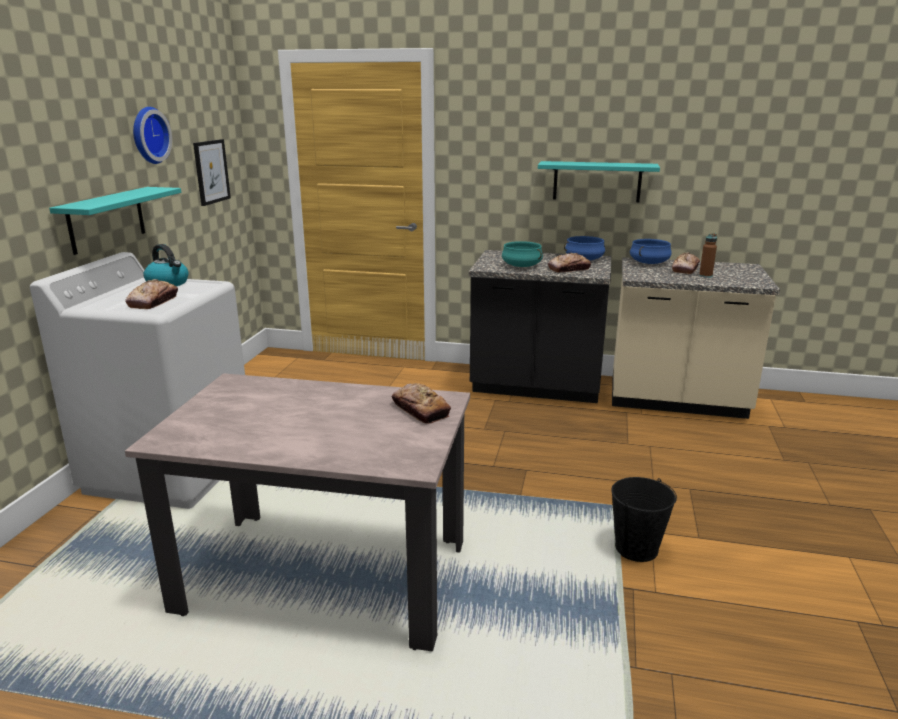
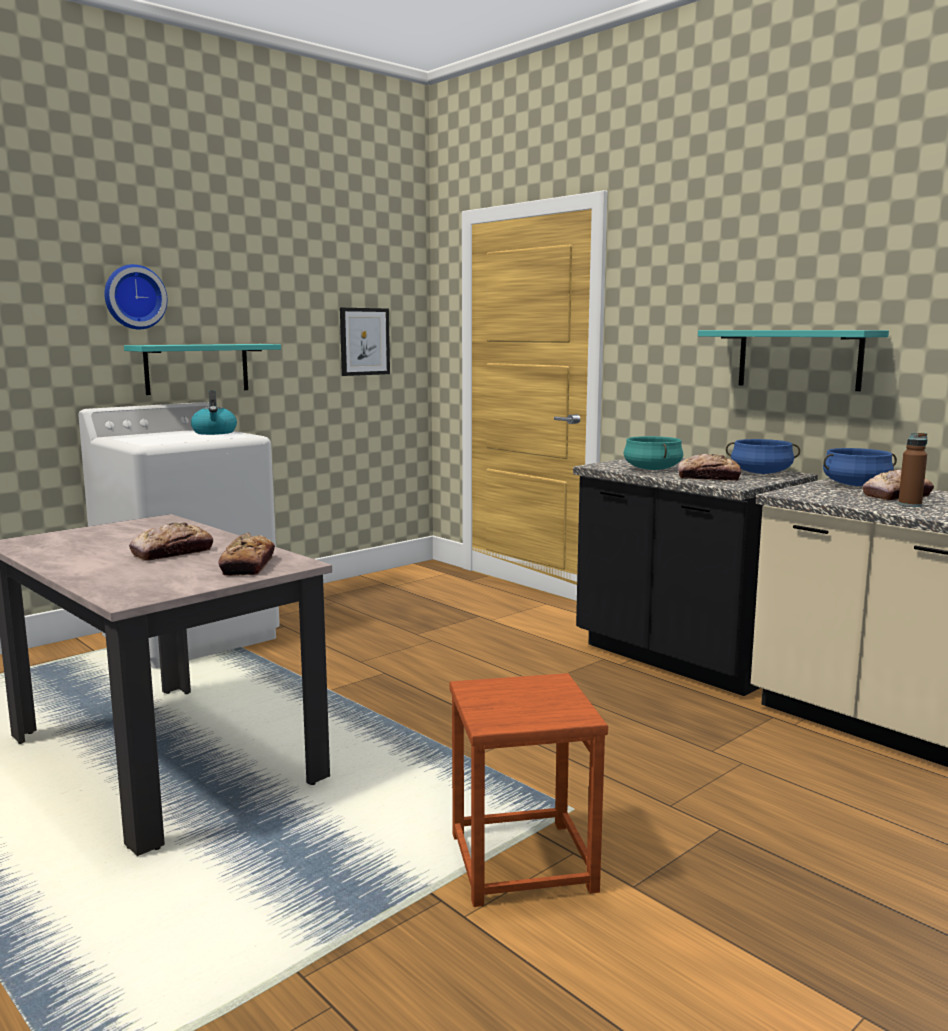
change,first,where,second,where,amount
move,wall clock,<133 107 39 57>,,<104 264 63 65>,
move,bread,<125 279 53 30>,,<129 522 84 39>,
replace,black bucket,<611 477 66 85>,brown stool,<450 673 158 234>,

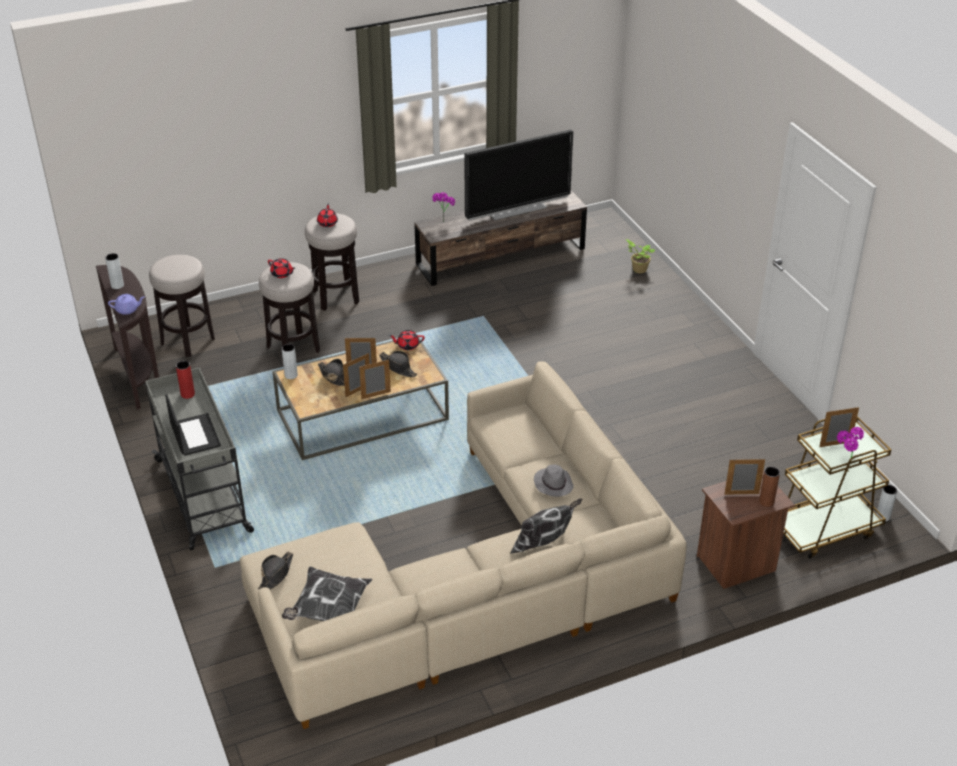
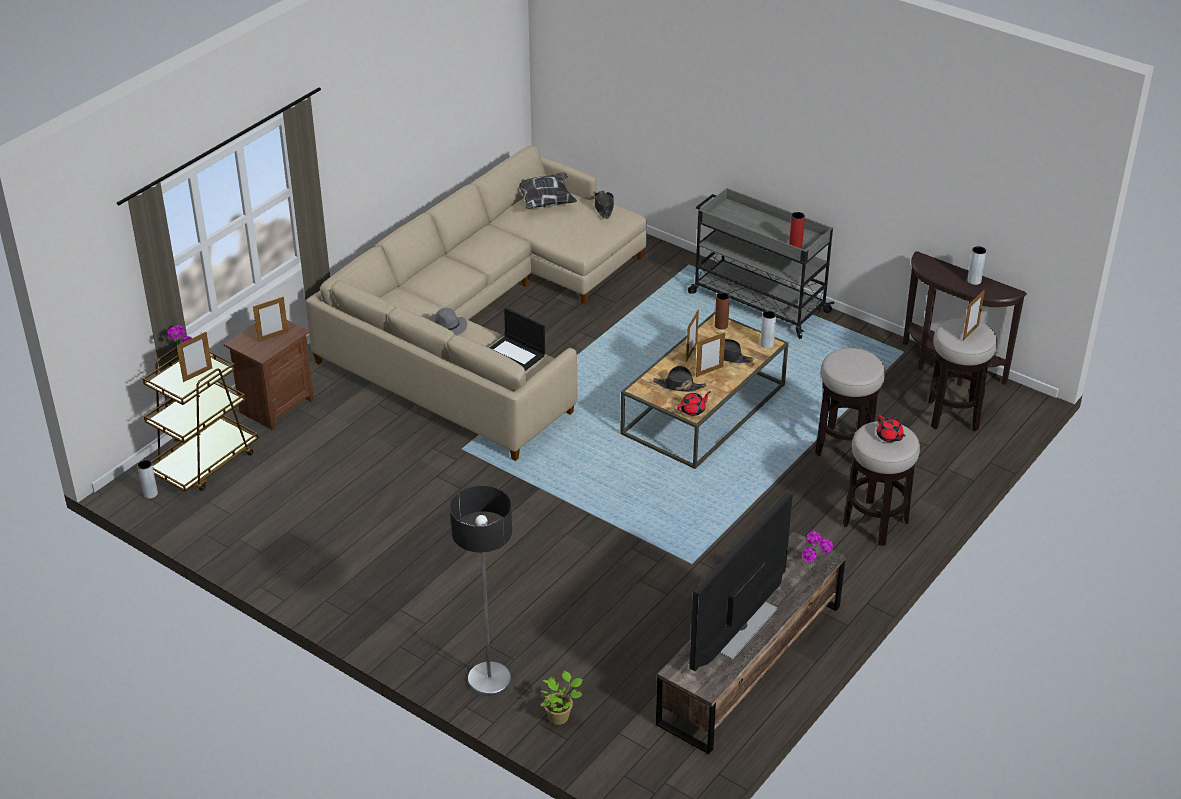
change,first,where,second,where,amount
delete,red teapot,<268 258 27 20>,,,
delete,purple teapot,<108 294 36 21>,,,
move,picture frame,<359 360 32 39>,,<963 289 22 52>,
move,laptop,<165 394 56 62>,,<490 307 55 64>,
move,brown vase,<759 467 21 40>,,<715 292 15 38>,
delete,pillow,<510 498 73 56>,,,
insert,,,floor lamp,<450 486 62 210>,

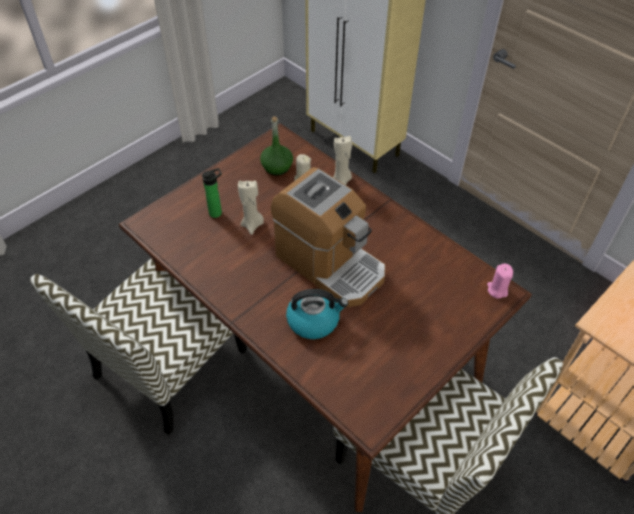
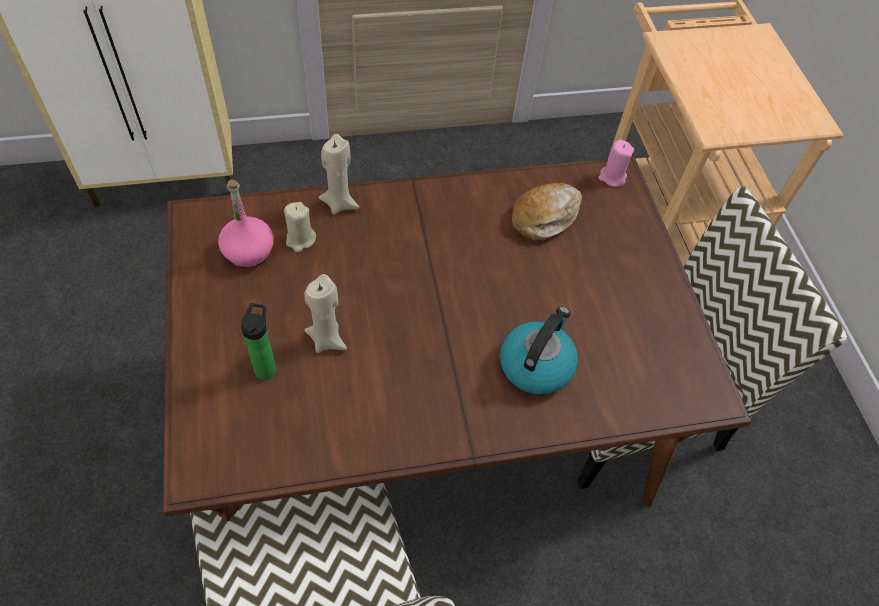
change,first,where,second,where,amount
recolor,green bottle,<260 116 33 60>,pink bottle,<218 180 56 88>,
delete,coffee machine,<271 167 114 140>,,,
insert,,,bread,<512 183 70 57>,

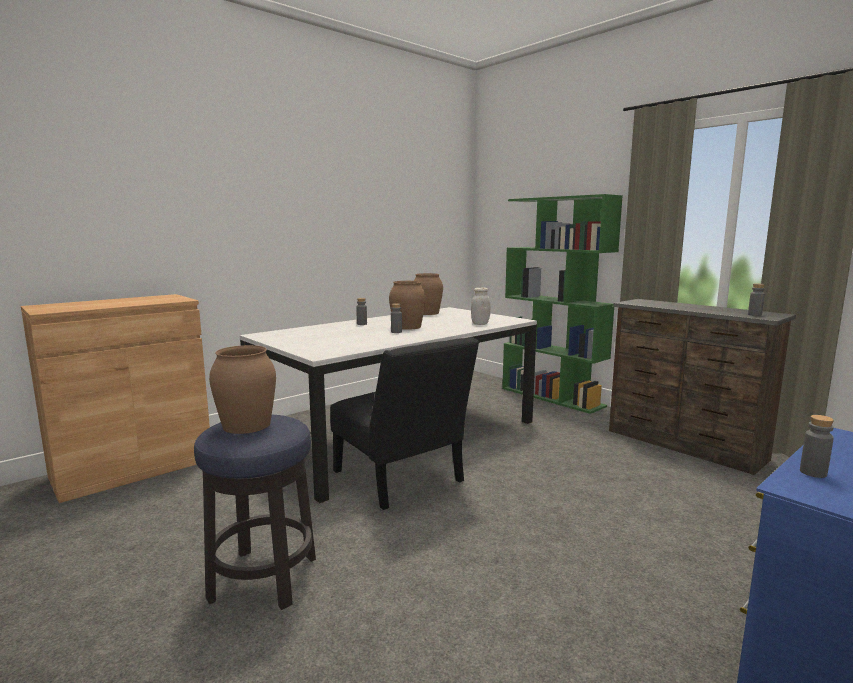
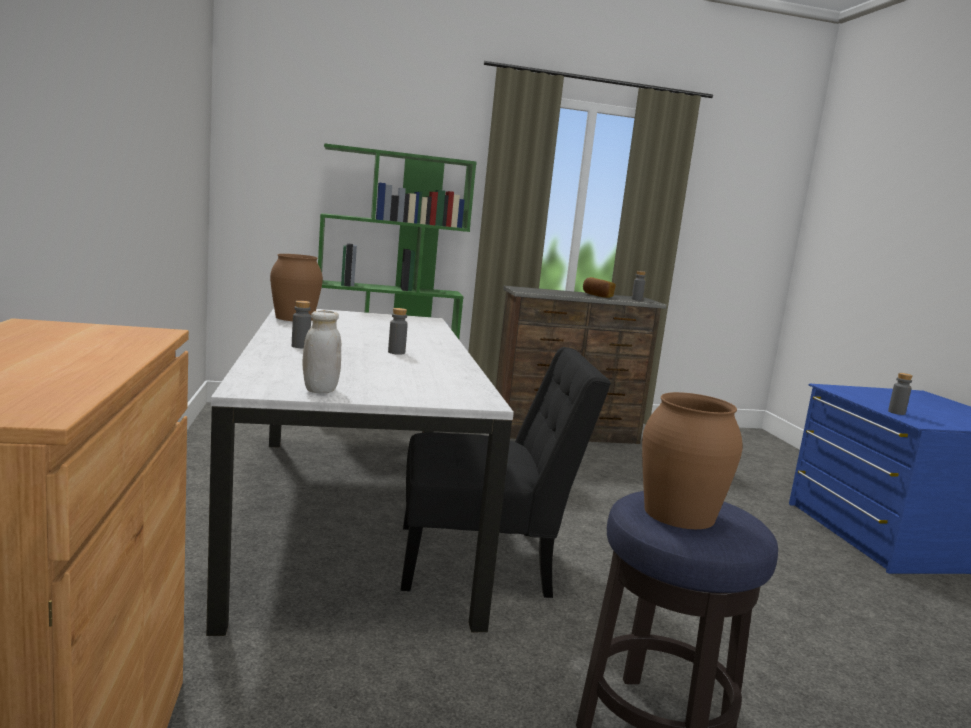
change,first,where,second,where,amount
delete,brown vase,<389 281 37 49>,,,
move,white jar,<471 288 19 37>,,<302 310 39 83>,
insert,,,bread,<583 277 33 21>,

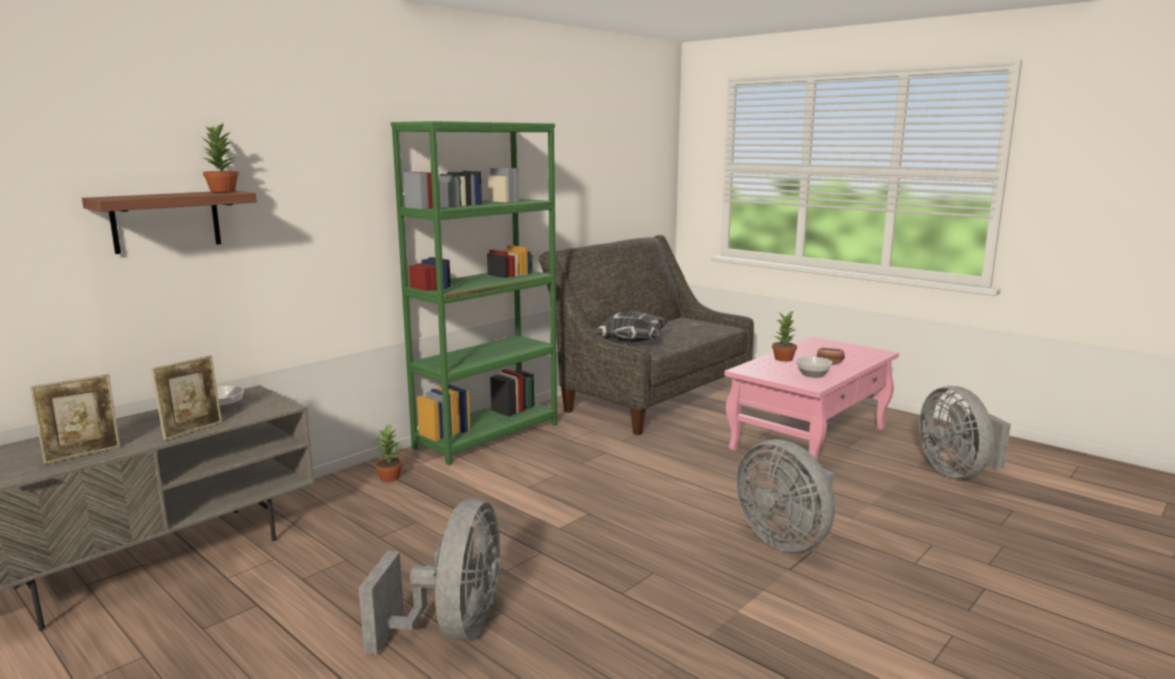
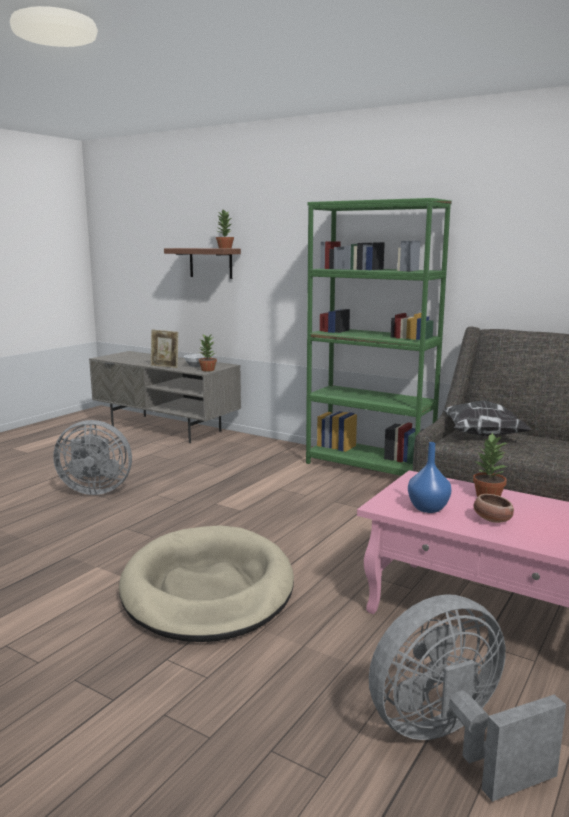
change,first,where,second,where,amount
replace,bowl,<796 356 36 22>,blue vase,<408 442 44 71>,
delete,picture frame,<30 374 91 90>,,,
move,potted plant,<375 424 28 58>,,<199 334 18 37>,
replace,grey fan,<736 439 99 113>,beige dog bed,<119 525 175 117>,

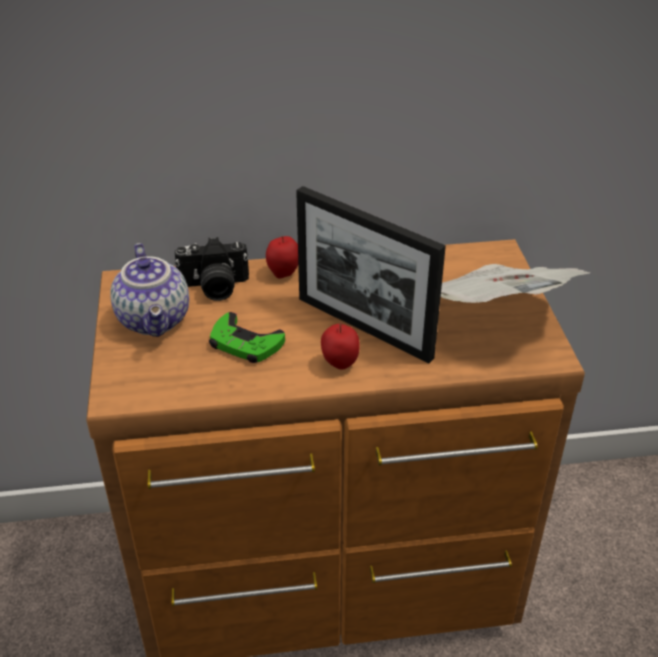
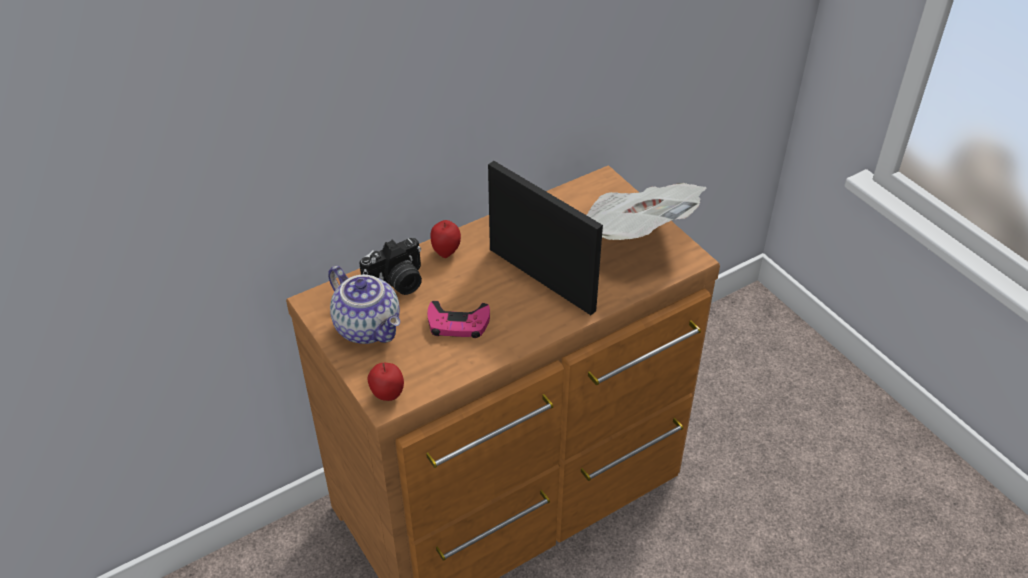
change,first,where,second,where,amount
rotate,picture frame,<296 186 150 177>,,<488 161 115 154>,150 degrees counterclockwise
recolor,green game controller,<209 312 76 51>,pink game controller,<427 301 63 37>,
move,apple,<321 322 39 47>,,<368 363 36 38>,

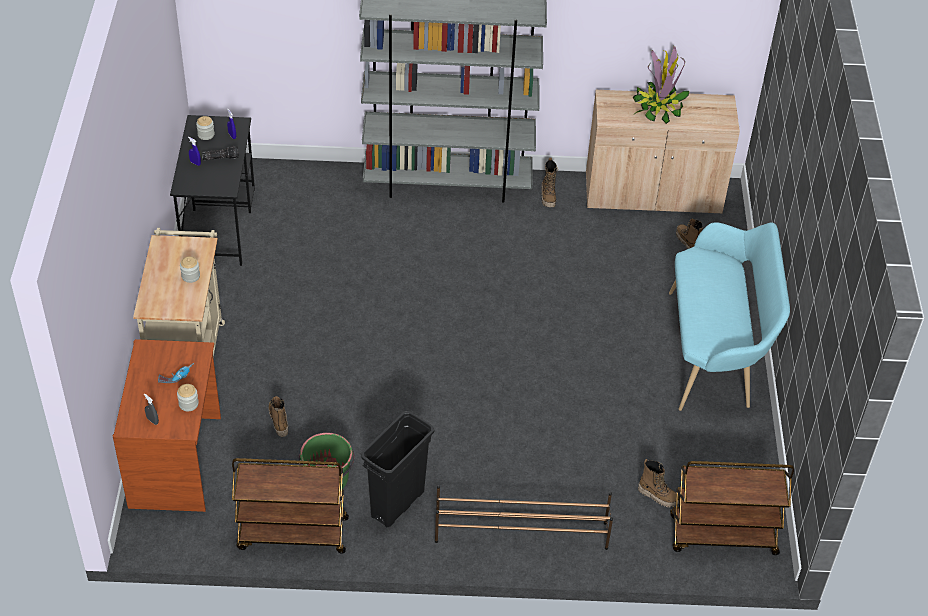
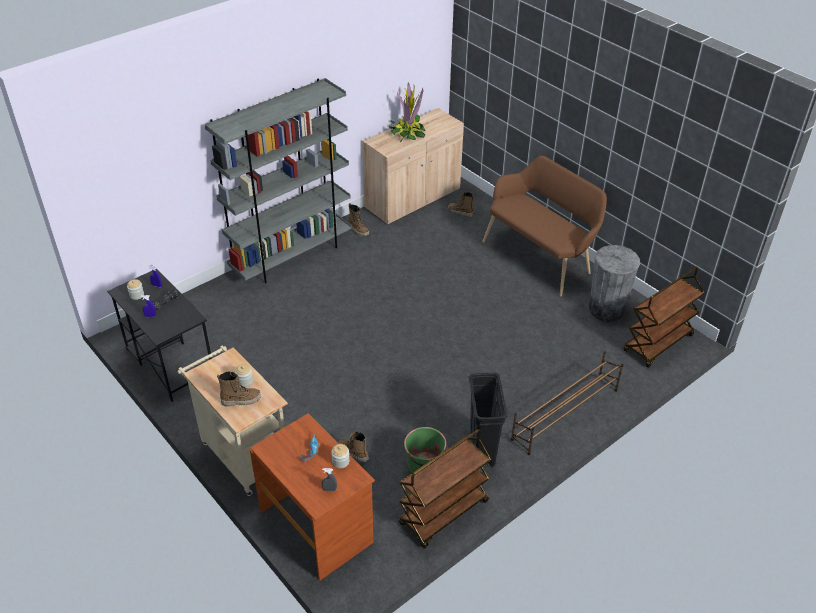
change,first,where,second,where,amount
recolor,turquoise bench,<669 222 121 189>,brown bench,<482 155 125 141>,
move,boot,<638 459 41 48>,,<217 371 44 35>,
insert,,,grey trash can,<589 245 51 77>,

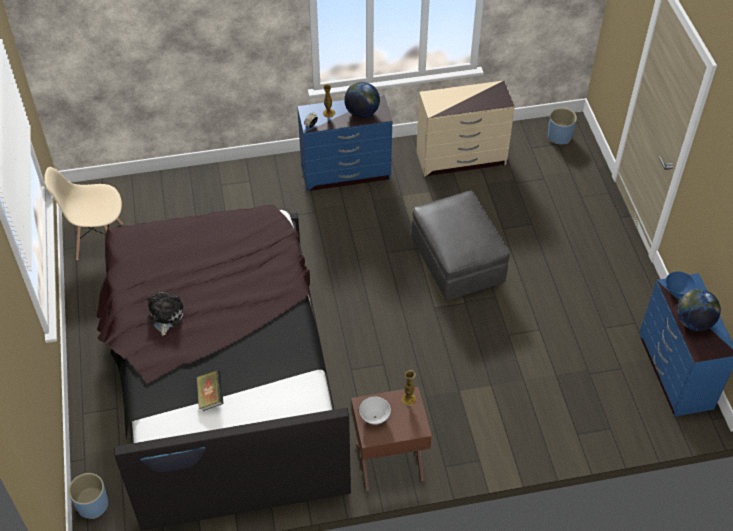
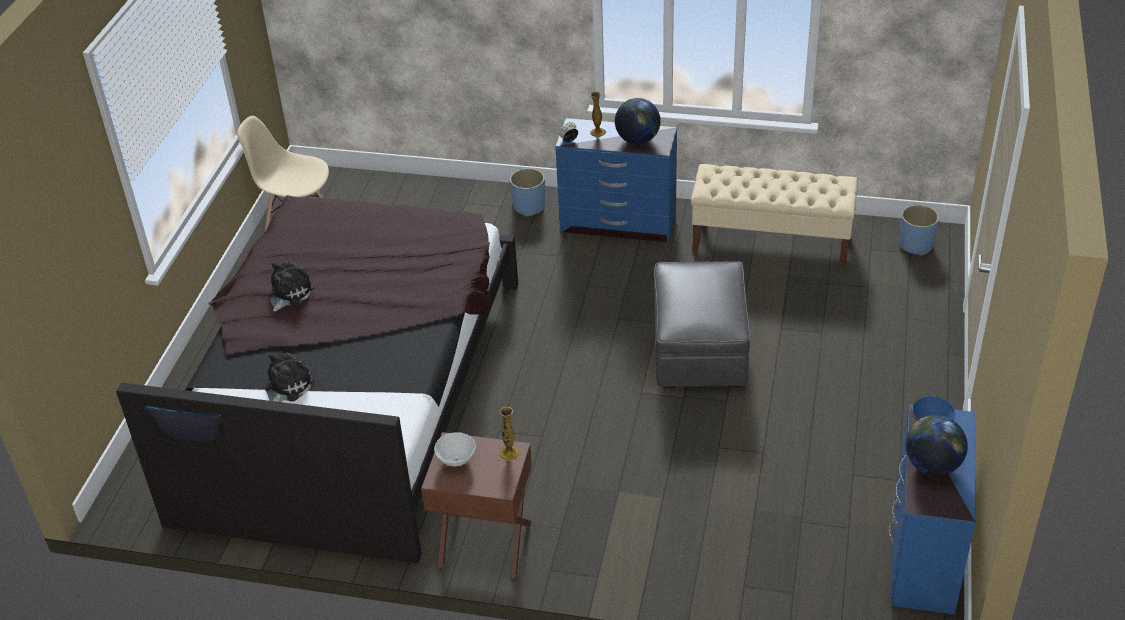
change,first,where,second,where,amount
replace,beige dresser,<416 81 99 96>,beige bench,<691 164 167 102>,
replace,book,<196 370 28 41>,plush toy,<265 353 49 49>,
move,blue planter,<68 473 40 46>,,<510 168 35 49>,

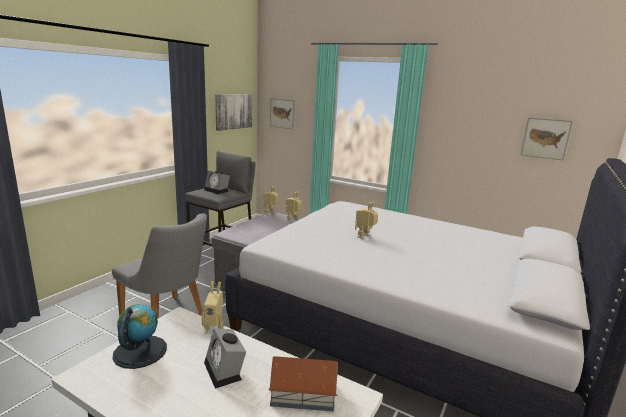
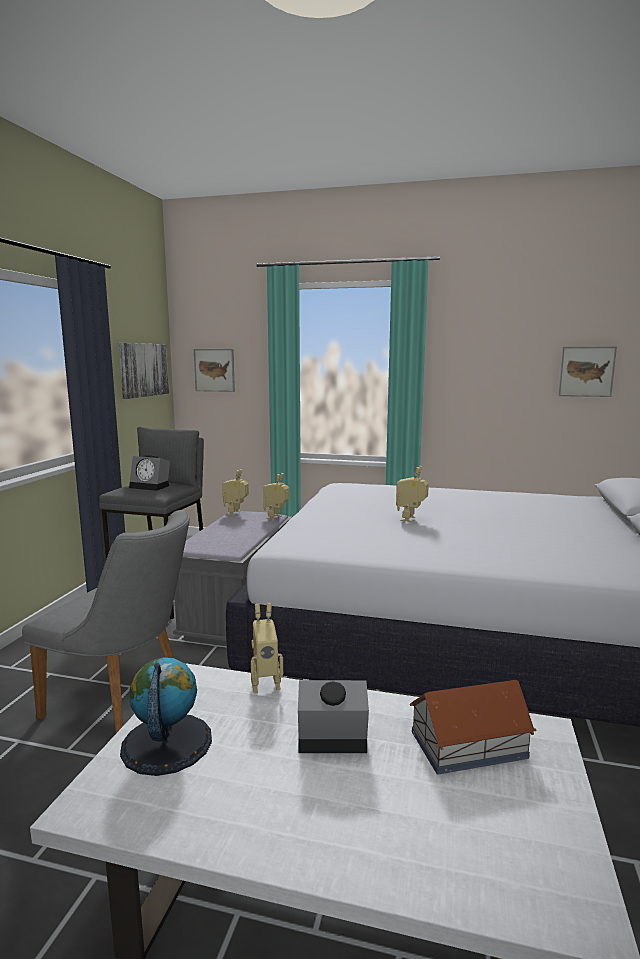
change,first,where,second,where,amount
rotate,alarm clock,<204 328 42 61>,,<298 680 71 73>,135 degrees clockwise

